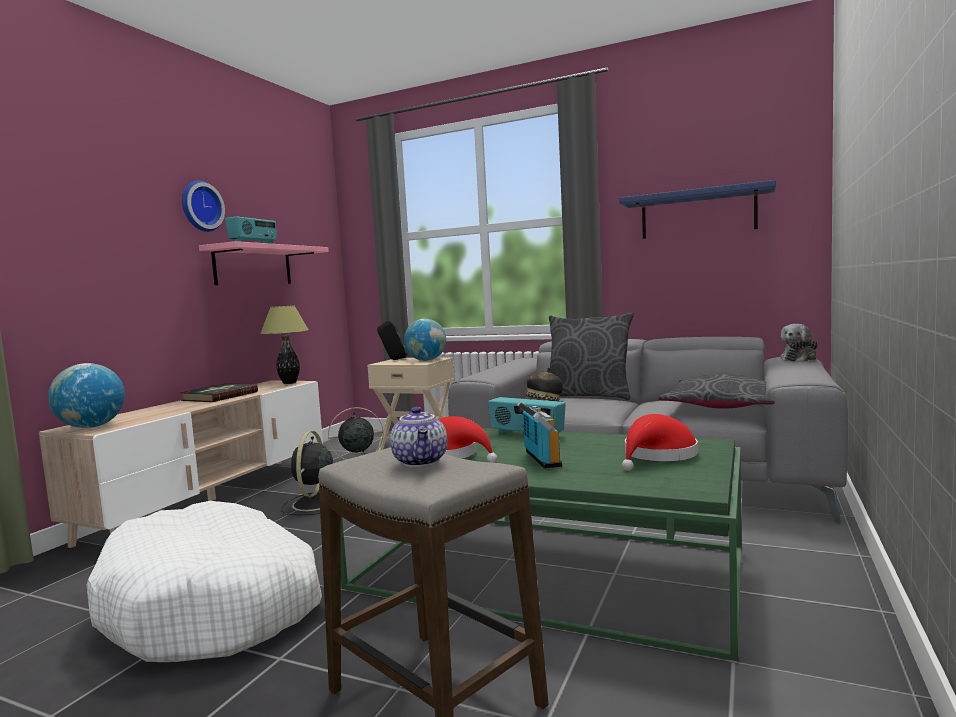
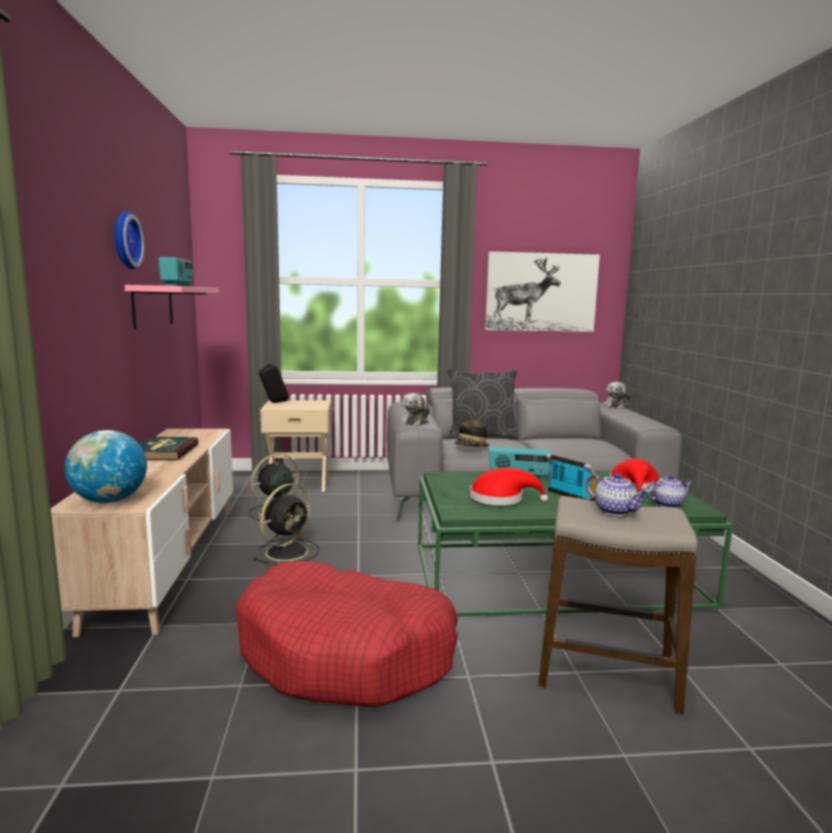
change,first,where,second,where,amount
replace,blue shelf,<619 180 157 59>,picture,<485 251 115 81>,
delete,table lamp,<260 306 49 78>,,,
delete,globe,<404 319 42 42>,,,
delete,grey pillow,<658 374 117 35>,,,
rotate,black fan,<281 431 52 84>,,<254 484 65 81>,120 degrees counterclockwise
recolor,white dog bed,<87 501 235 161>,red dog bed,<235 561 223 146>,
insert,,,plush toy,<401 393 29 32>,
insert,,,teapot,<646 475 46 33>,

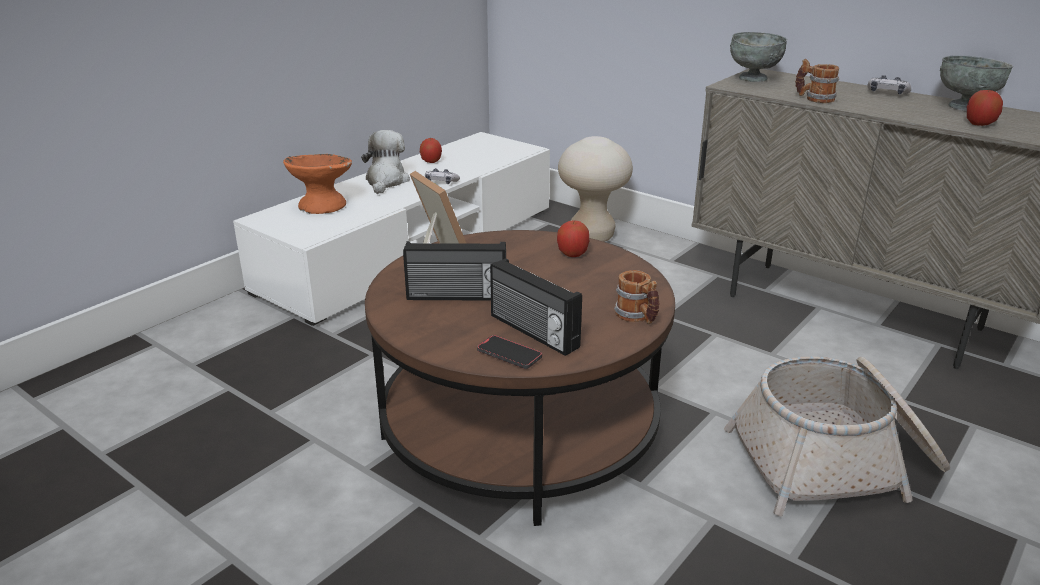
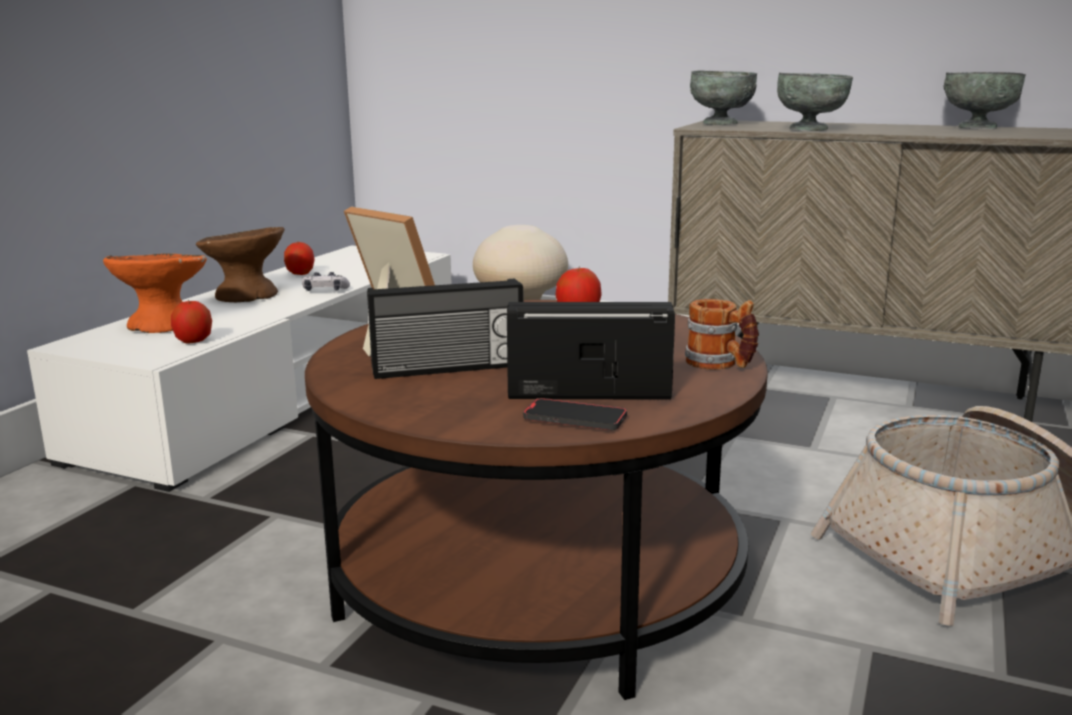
change,first,where,second,where,amount
replace,mug,<795 59 44 44>,grey bowl,<777 73 76 58>,
delete,game controller,<867 75 44 19>,,,
move,apple,<967 90 36 36>,,<171 299 41 44>,
replace,plush toy,<361 130 49 64>,brown bowl,<196 227 89 75>,
rotate,radio,<490 258 92 98>,,<507 302 168 98>,150 degrees clockwise

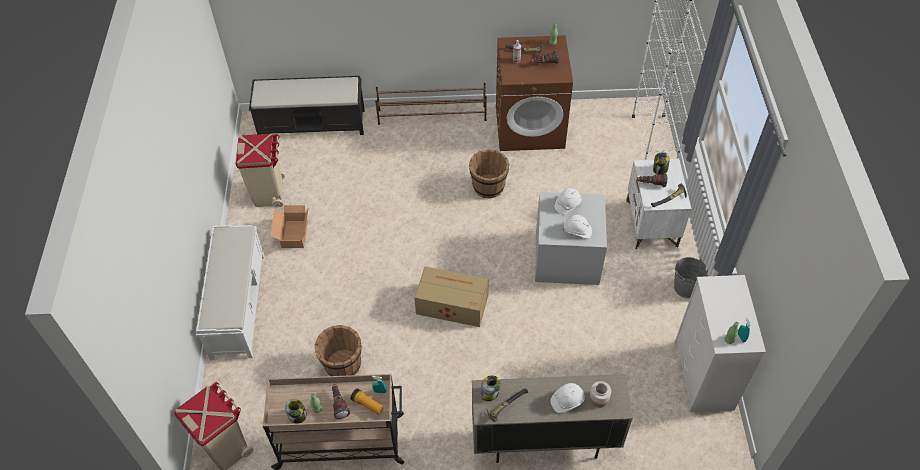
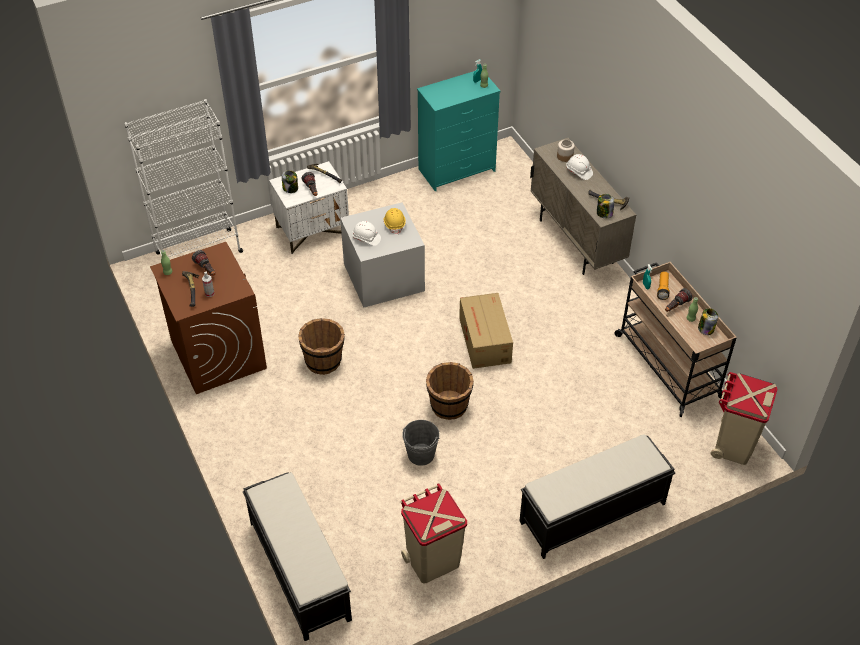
change,first,where,second,where,amount
delete,brown shoe rack,<375 83 112 42>,,,
delete,cardboard box,<270 205 39 43>,,,
recolor,white hard hat,<563 215 29 23>,yellow hard hat,<384 208 22 26>,
recolor,white bench,<196 225 68 135>,black bench,<519 434 156 125>,
move,grey bucket,<674 257 34 41>,,<402 420 38 46>,
recolor,white dresser,<675 275 91 137>,turquoise dresser,<417 71 83 120>,
move,brown bucket,<315 325 46 51>,,<426 362 48 58>,

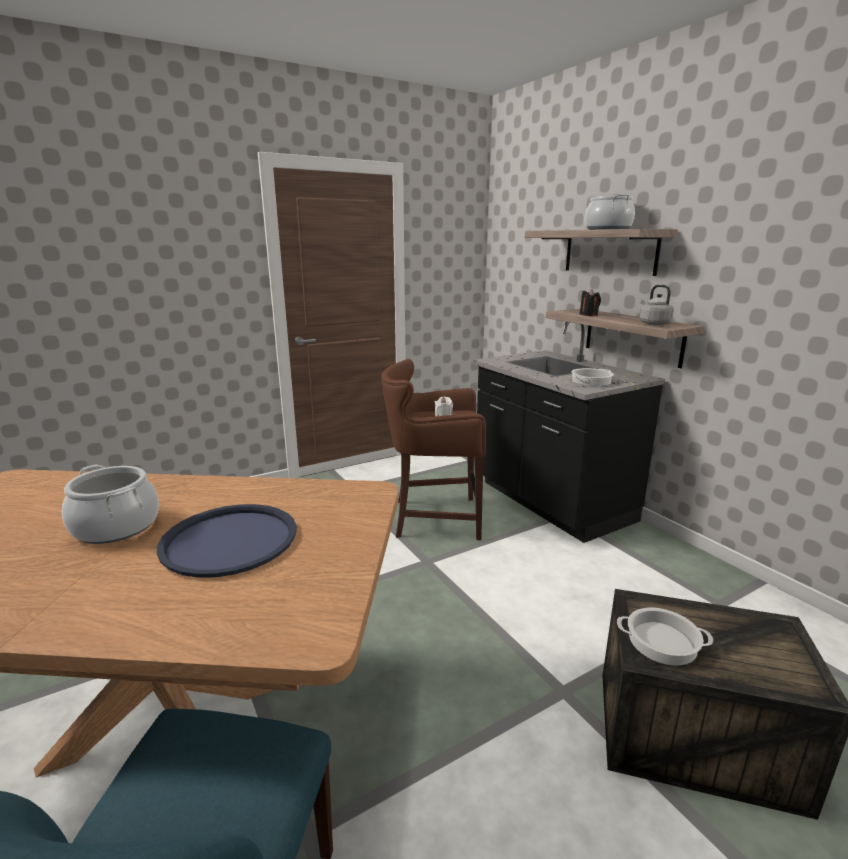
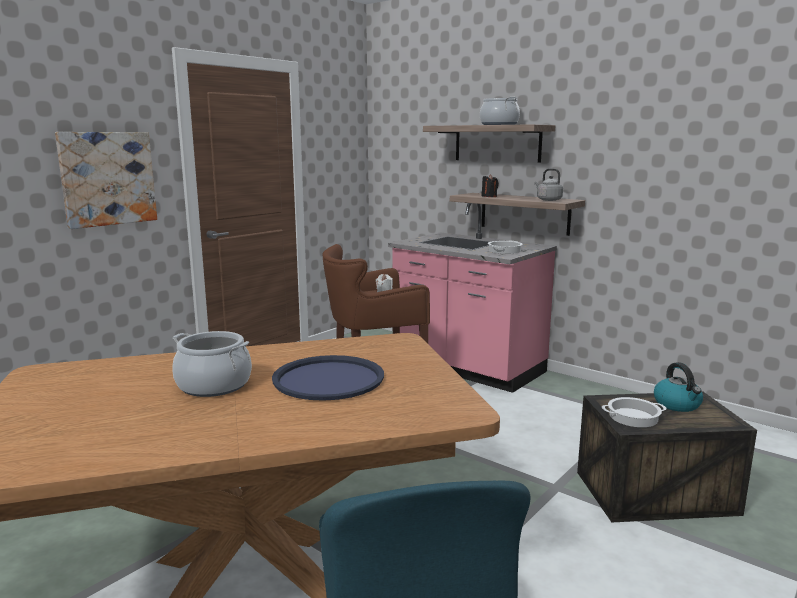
change,first,where,second,where,amount
recolor,black counter,<473 322 192 221>,pink counter,<388 203 169 190>,
insert,,,picture,<55 132 102 97>,
insert,,,kettle,<654 362 49 50>,

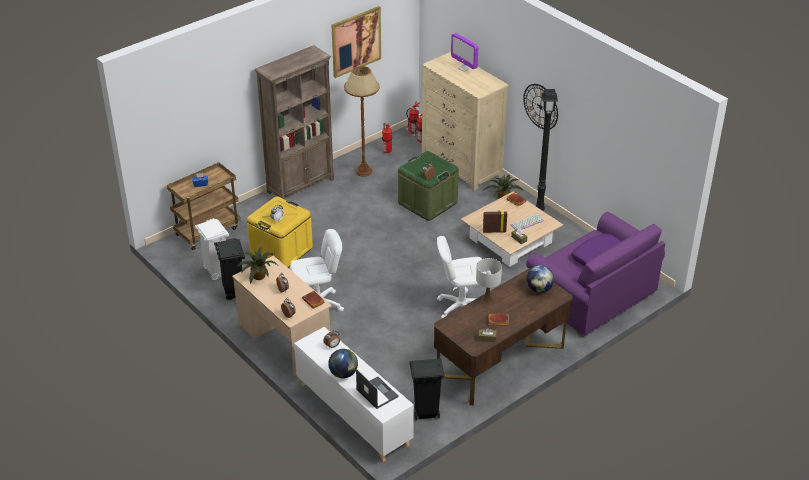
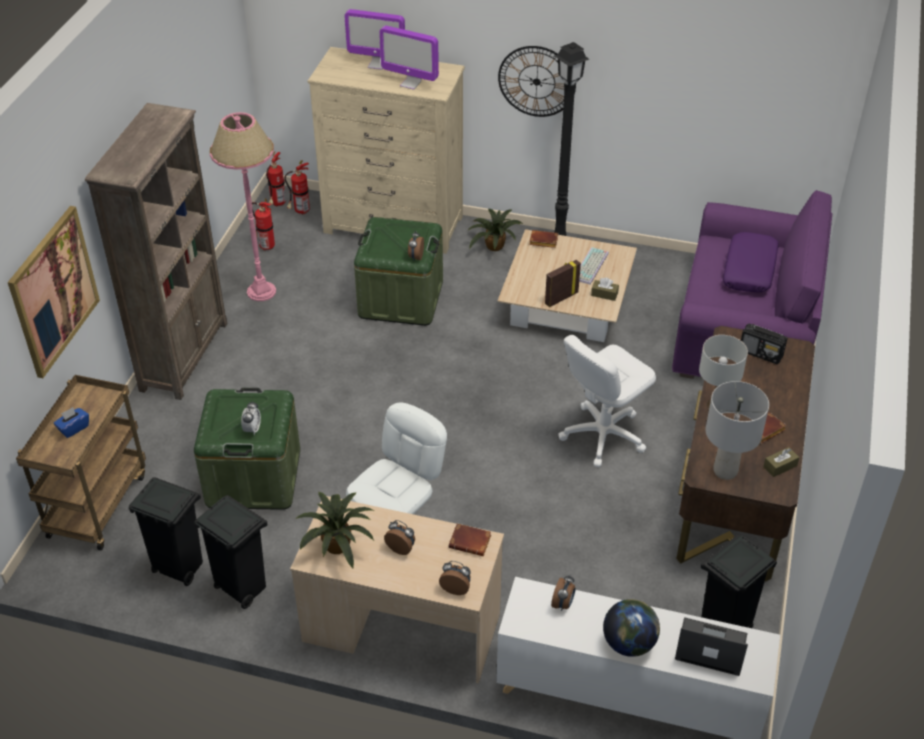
change,first,where,second,where,amount
move,picture,<332 6 49 72>,,<8 206 92 172>,
recolor,brown floor lamp,<344 66 36 111>,pink floor lamp,<210 112 66 189>,
recolor,yellow storage box,<247 196 66 71>,green storage box,<194 388 106 122>,
recolor,white trash can,<195 218 34 62>,black trash can,<129 477 74 109>,
replace,globe,<526 265 28 28>,radio,<741 324 47 40>,
insert,,,monitor,<379 25 60 65>,
insert,,,grey table lamp,<706 381 63 99>,

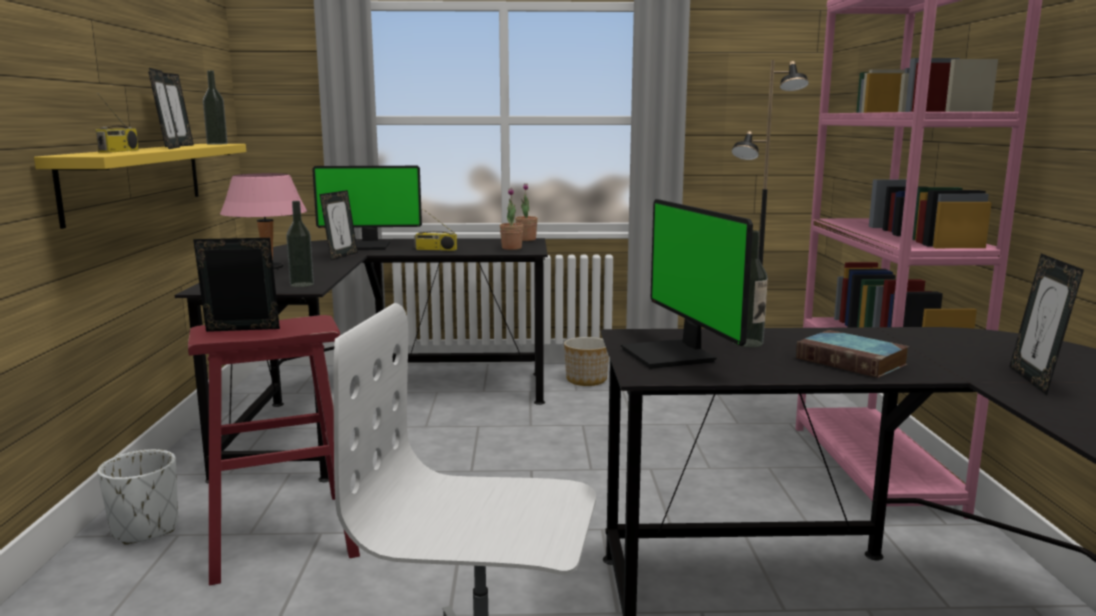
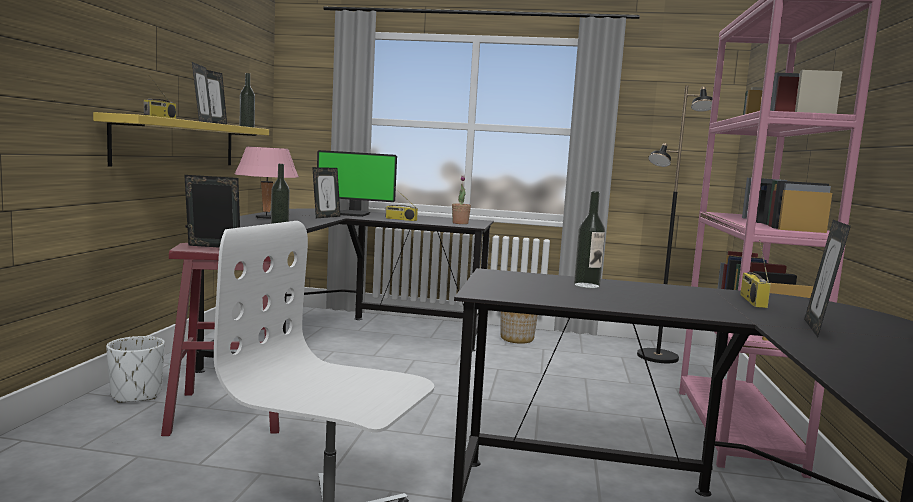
change,first,where,second,where,amount
delete,potted plant,<515 184 23 57>,,,
delete,monitor,<621 199 132 170>,,,
delete,book,<796 330 114 48>,,,
insert,,,radio,<740 239 31 69>,

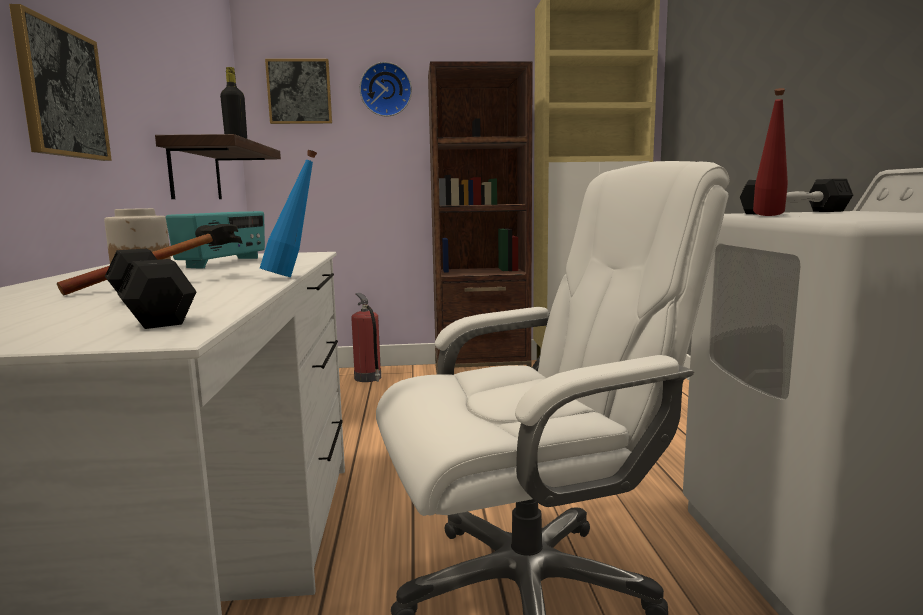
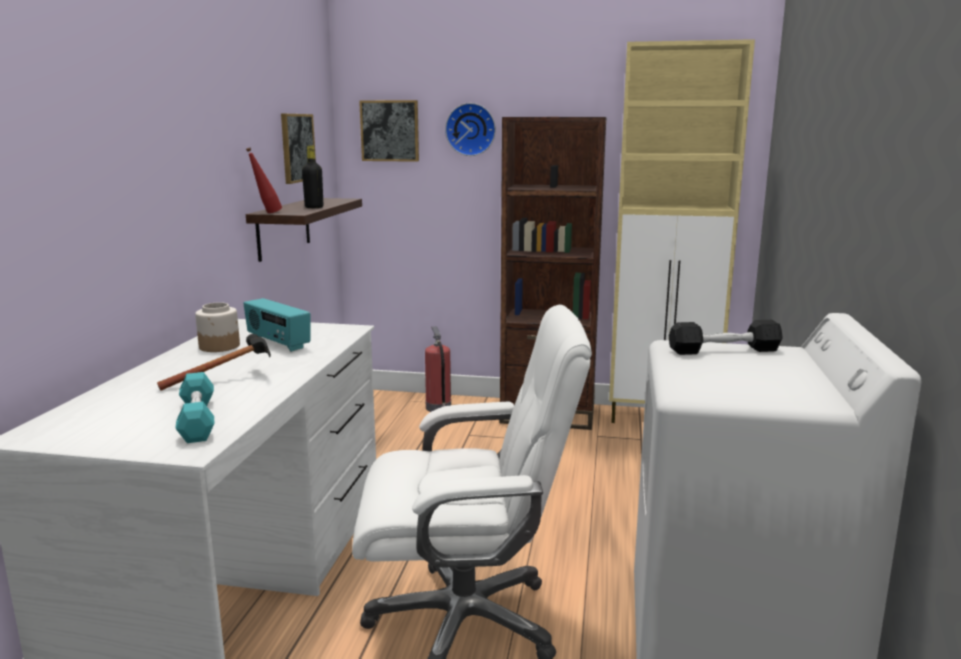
change,first,where,second,where,amount
move,picture,<9 4 103 157>,,<281 114 35 70>,
move,red bottle,<753 88 35 128>,,<246 147 36 66>,
delete,blue bottle,<260 150 57 127>,,,
rotate,radio,<166 211 99 58>,,<244 298 66 54>,105 degrees clockwise
recolor,black dumbbell,<105 249 92 80>,turquoise dumbbell,<175 372 39 71>,

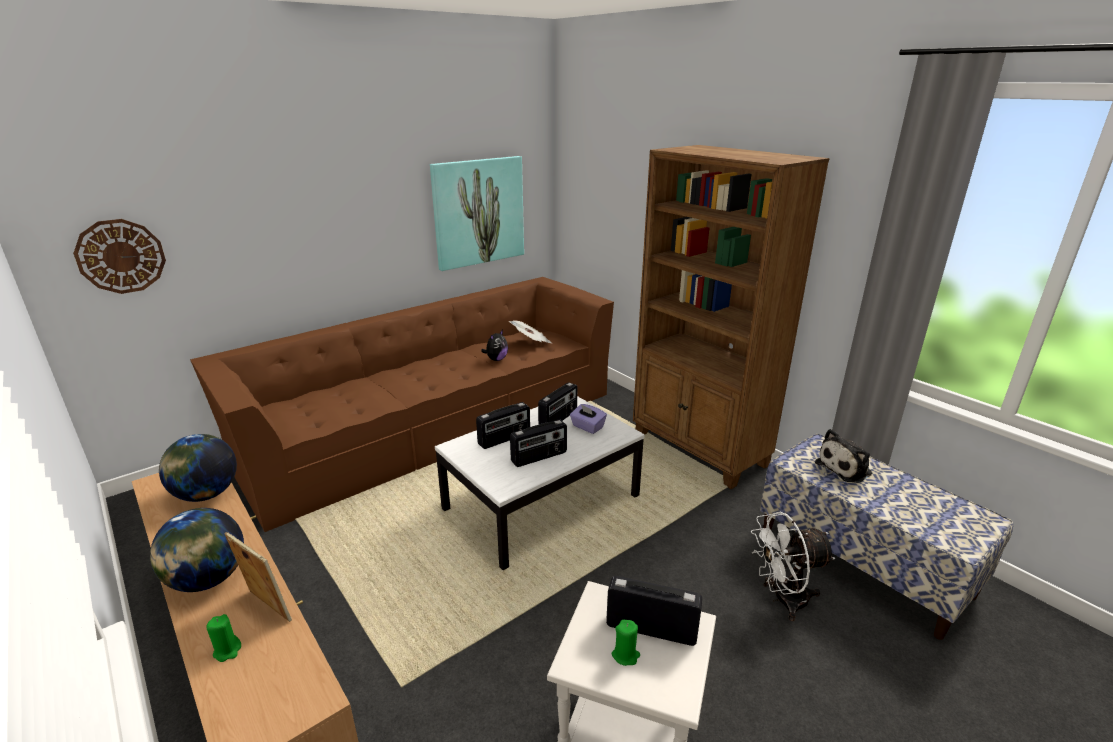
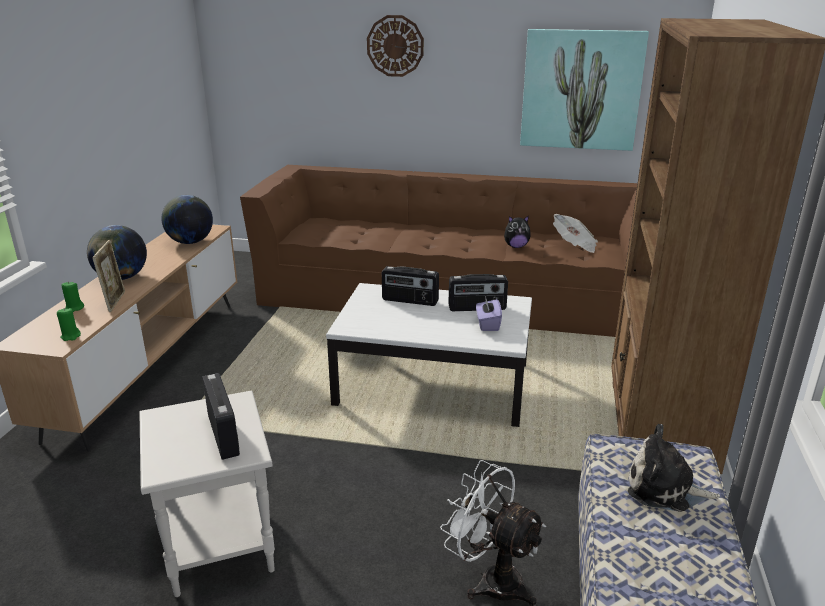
change,first,where,second,where,amount
move,wall clock,<73 219 93 75>,,<367 15 57 62>,
delete,radio,<510 419 57 48>,,,
move,green candle,<612 620 28 46>,,<57 308 24 33>,

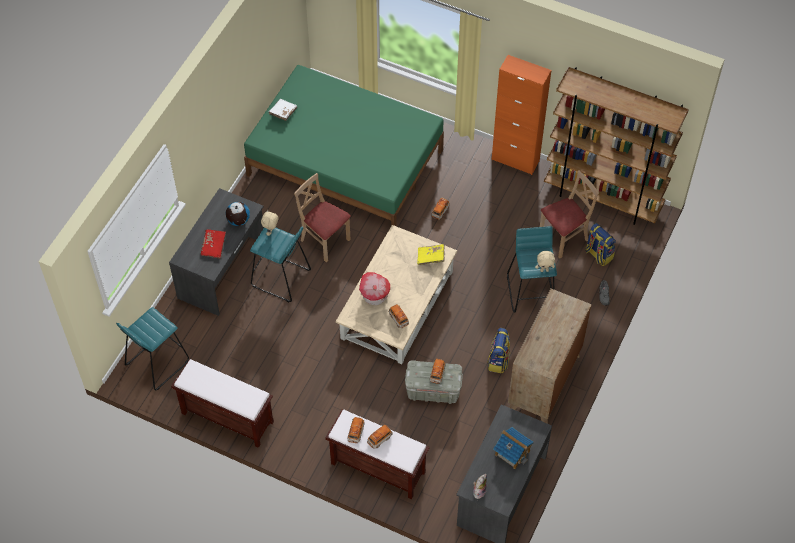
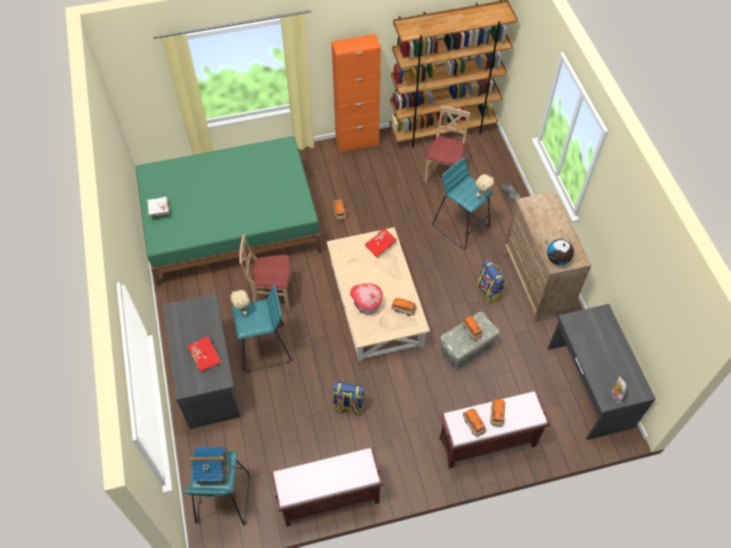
change,first,where,second,where,amount
move,globe,<226 202 24 24>,,<547 239 27 26>,
move,backpack,<585 223 31 43>,,<333 382 32 34>,
recolor,yellow book,<417 244 28 21>,red book,<365 228 32 30>,
move,toy house,<493 427 41 42>,,<190 447 40 37>,

